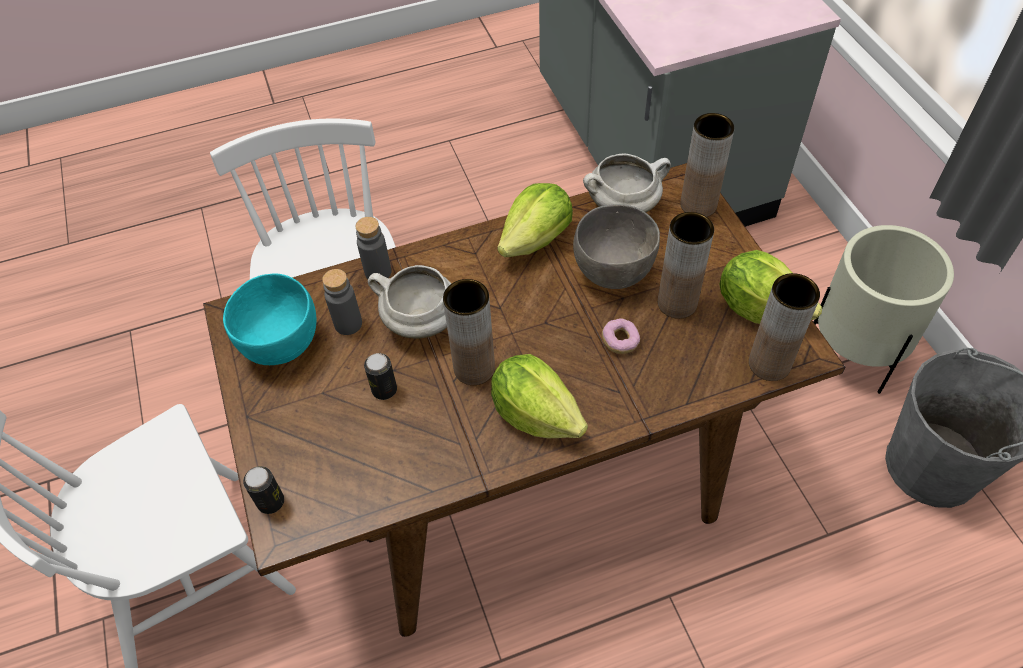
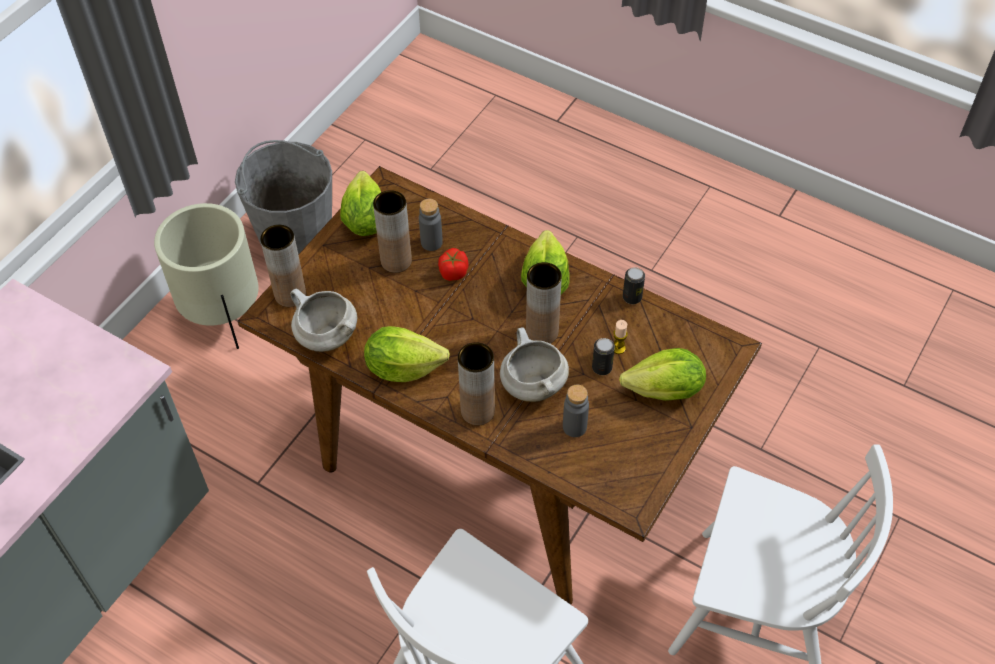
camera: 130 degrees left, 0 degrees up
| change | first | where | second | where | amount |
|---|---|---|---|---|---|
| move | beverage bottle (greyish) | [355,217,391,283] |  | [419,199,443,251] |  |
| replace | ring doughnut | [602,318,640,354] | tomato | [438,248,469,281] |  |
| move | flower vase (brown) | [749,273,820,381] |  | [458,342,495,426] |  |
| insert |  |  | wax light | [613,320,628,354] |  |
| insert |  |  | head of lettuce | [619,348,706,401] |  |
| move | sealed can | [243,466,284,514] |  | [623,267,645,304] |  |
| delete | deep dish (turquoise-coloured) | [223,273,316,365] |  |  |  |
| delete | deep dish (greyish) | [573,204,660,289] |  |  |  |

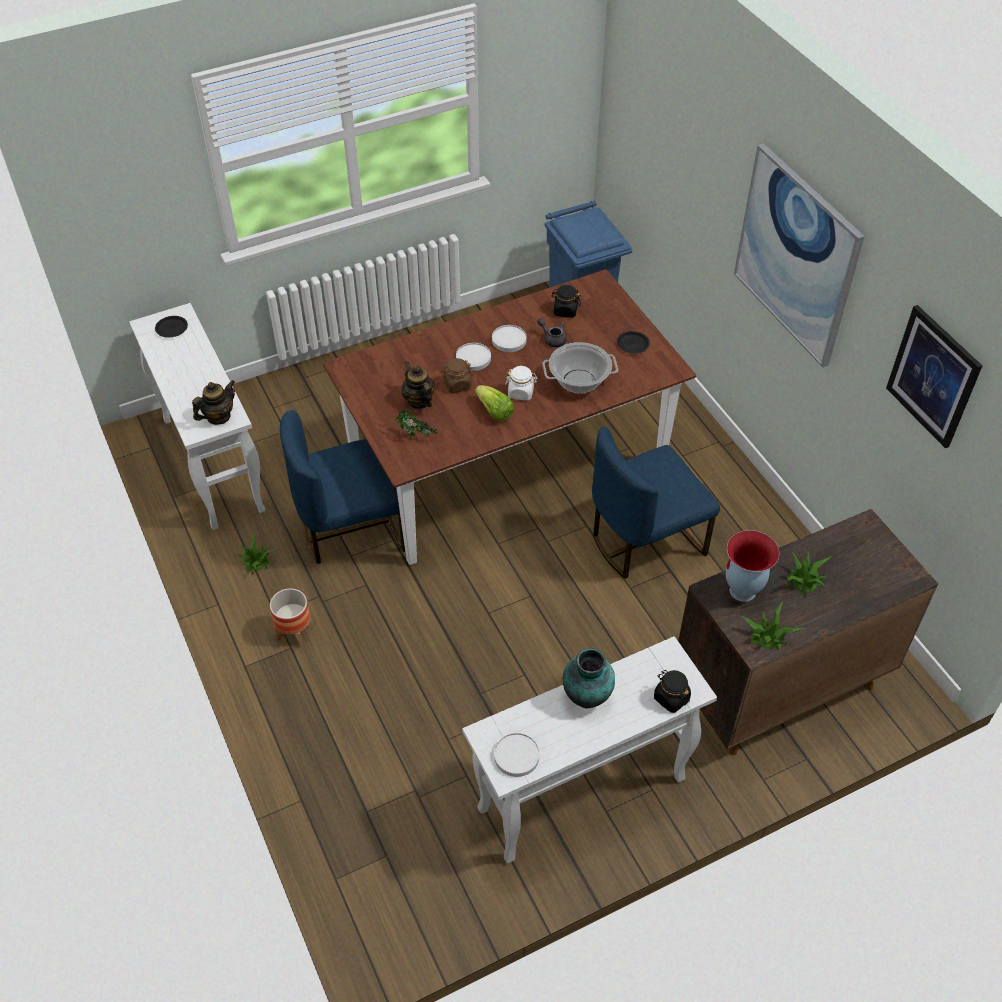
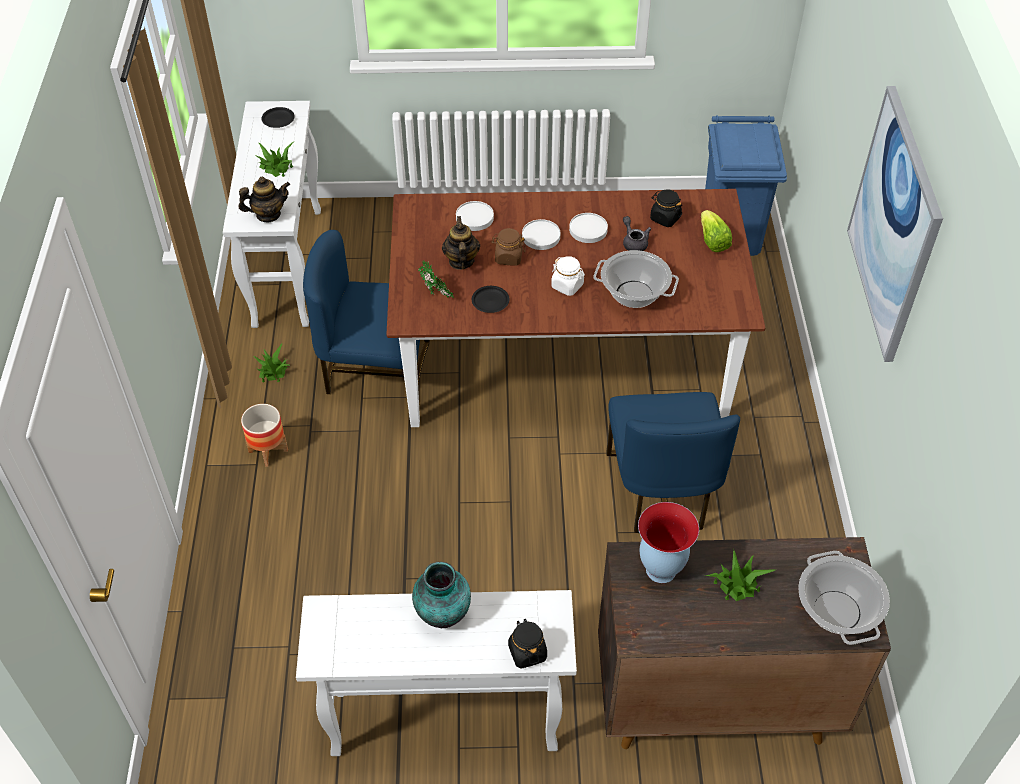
camera: 25 degrees right, 0 degrees up
| change | first | where | second | where | amount |
|---|---|---|---|---|---|
| move | houseplant | [740,601,806,650] |  | [255,141,295,177] |  |
| move | flat dish (whitish) | [494,733,540,777] |  | [456,201,494,231] |  |
| move | flat dish (blackish) | [617,331,650,354] |  | [472,286,509,313] |  |
| rotate | chair (blue-coloured) | [592,427,720,579] |  | [606,392,740,533] | 90 degrees counterclockwise |
| move | head of lettuce | [475,385,514,422] |  | [701,210,732,252] |  |
| insert |  |  | cooking pot | [798,551,890,645] |  |
| delete | wall art | [886,305,982,448] |  |  |  |

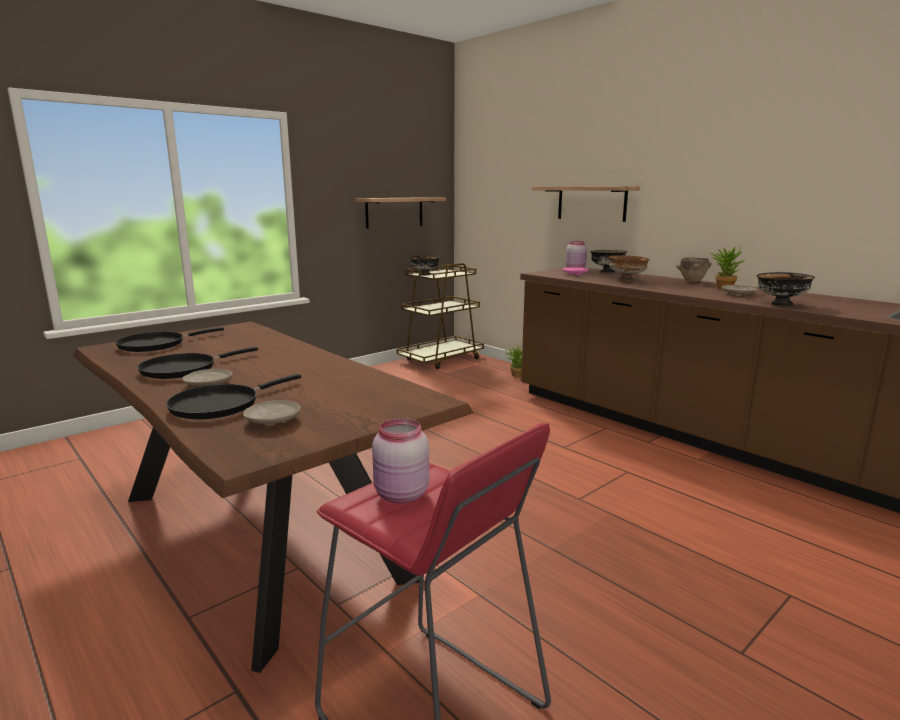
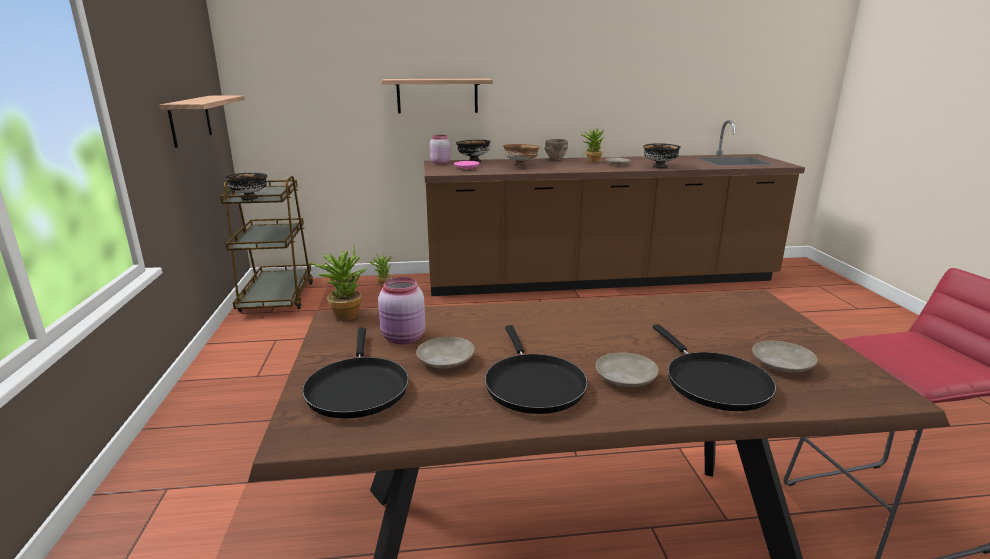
camera: 55 degrees left, 5 degrees up
| change | first | where | second | where | amount |
|---|---|---|---|---|---|
| insert |  |  | houseplant | [309,247,367,321] |  |
| move | storage jar (pinkish) | [372,418,429,503] |  | [378,277,425,344] |  |
| insert |  |  | flat dish (beige-coloured) | [416,337,475,369] |  |

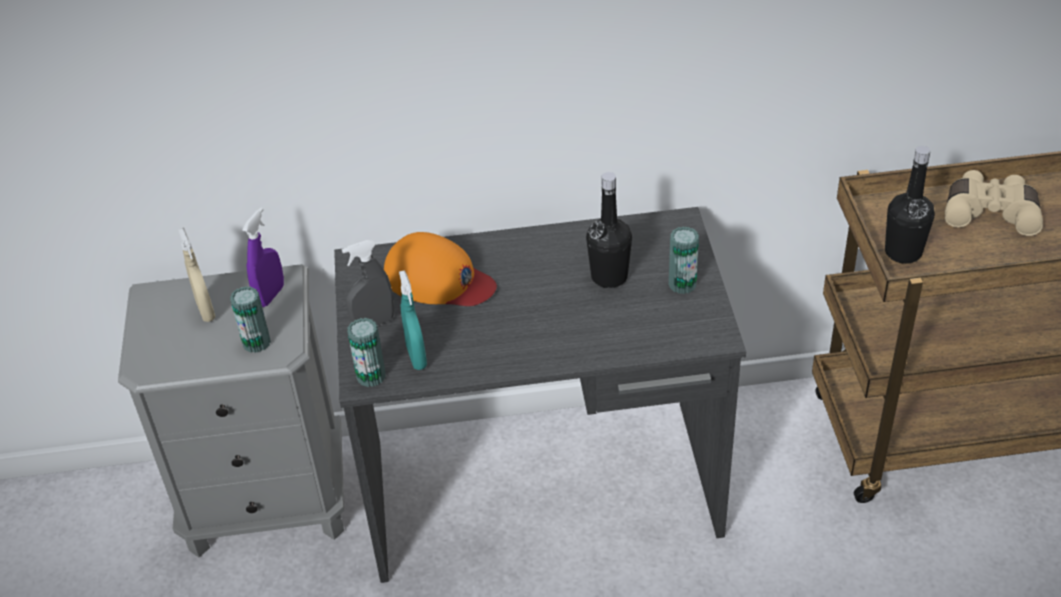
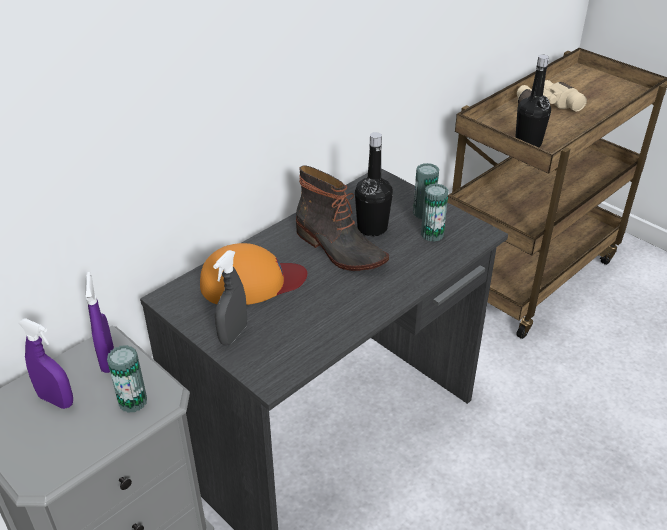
camera: 40 degrees left, 5 degrees down
| change | first | where | second | where | amount |
|---|---|---|---|---|---|
| recolor | spray bottle (beige-coloured) | [178,228,216,322] | spray bottle (purple-coloured) | [18,318,73,409] |  |
| insert |  |  | boot | [296,165,389,271] |  |
| move | sealed can | [347,318,386,387] |  | [421,184,449,242] |  |
| delete | spray bottle (turquoise-coloured) | [399,270,427,370] |  |  |  |

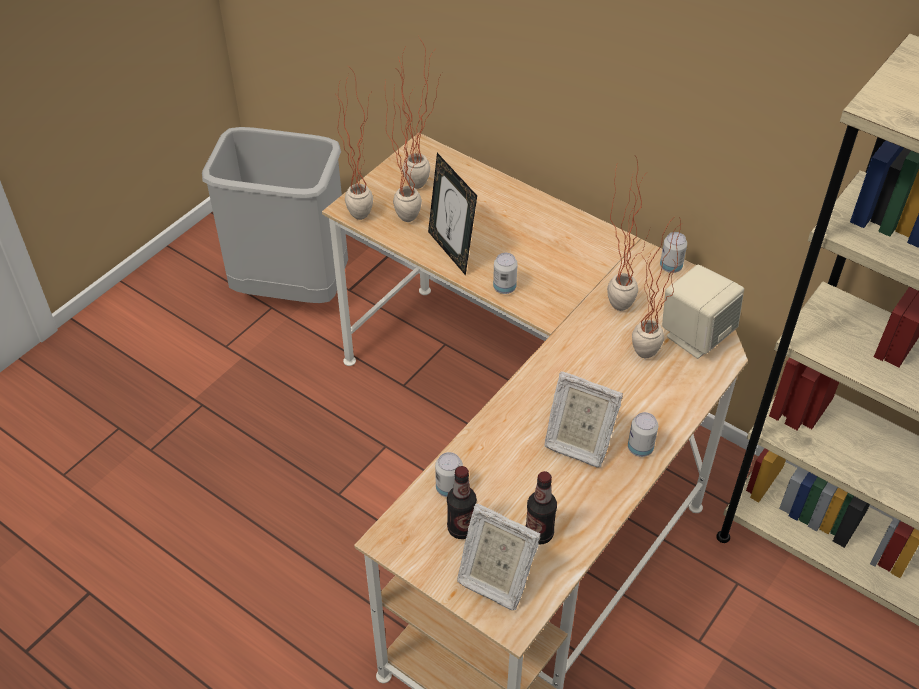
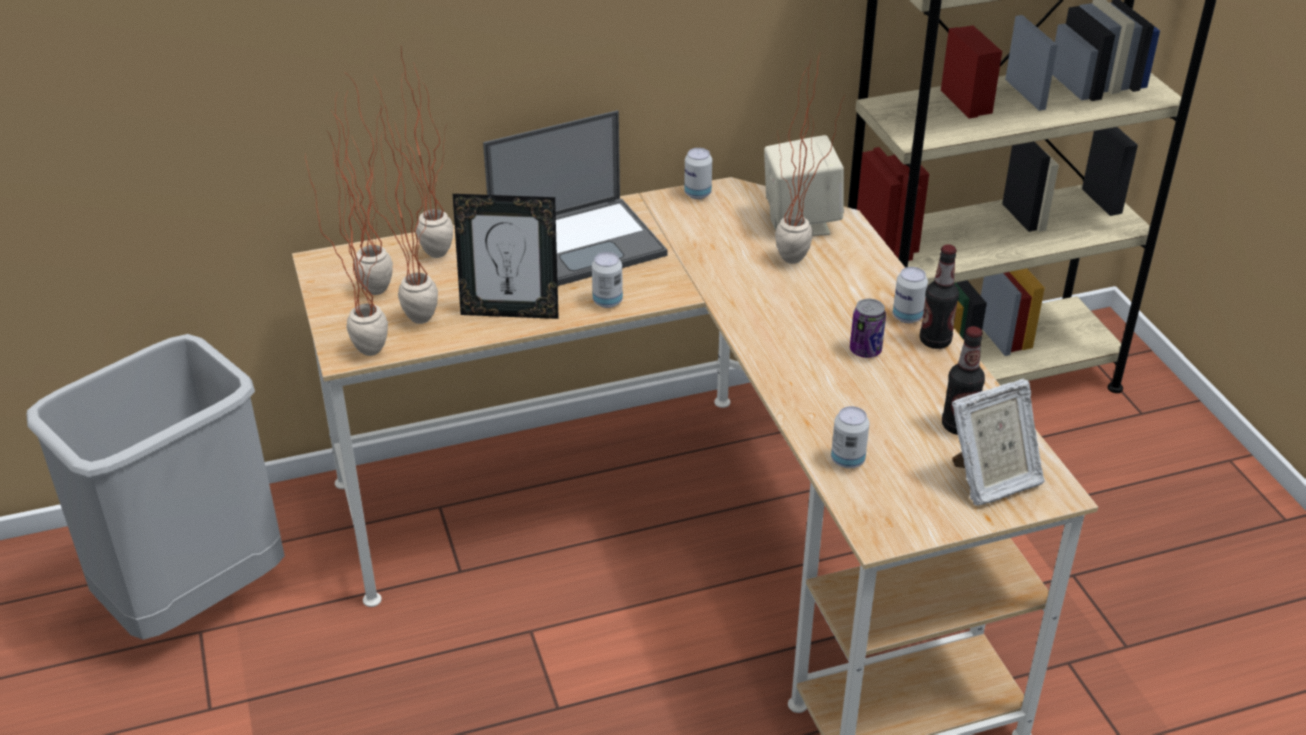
camera: 55 degrees left, 10 degrees down
| change | first | where | second | where | amount |
|---|---|---|---|---|---|
| move | houseplant | [607,157,650,311] |  | [374,46,454,258] |  |
| insert |  |  | laptop | [483,110,667,286] |  |
| replace | picture frame | [545,371,623,468] | sealed can | [850,299,886,358] |  |
| move | beverage bottle | [447,466,477,539] |  | [920,245,959,349] |  |

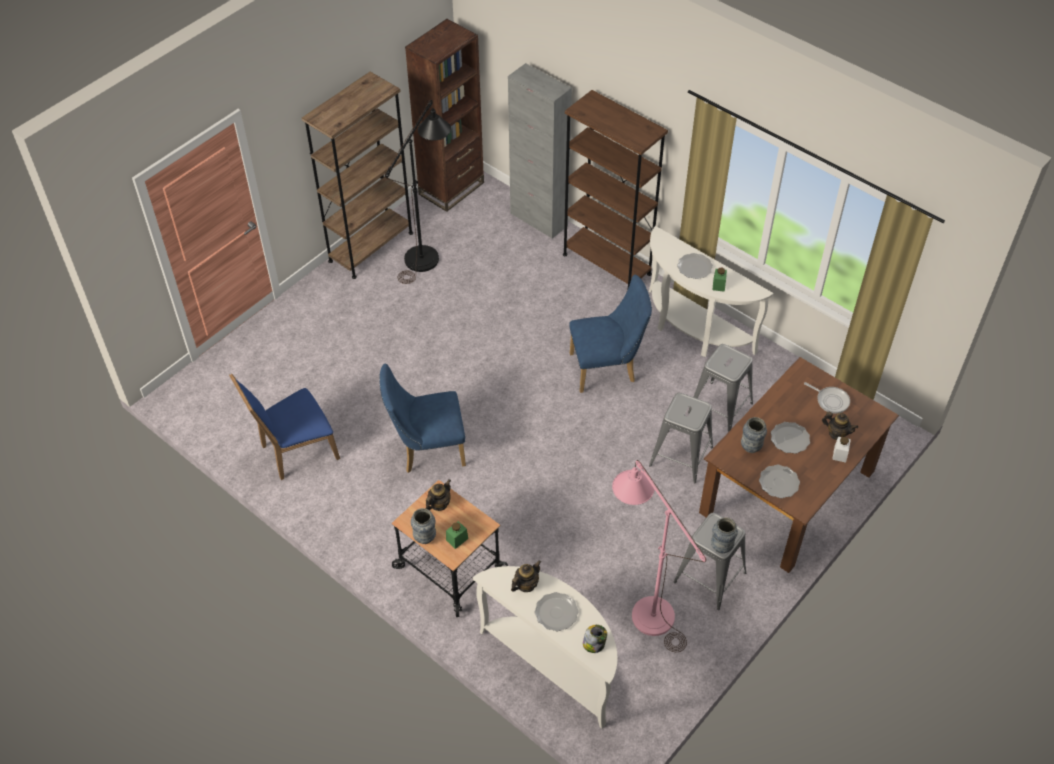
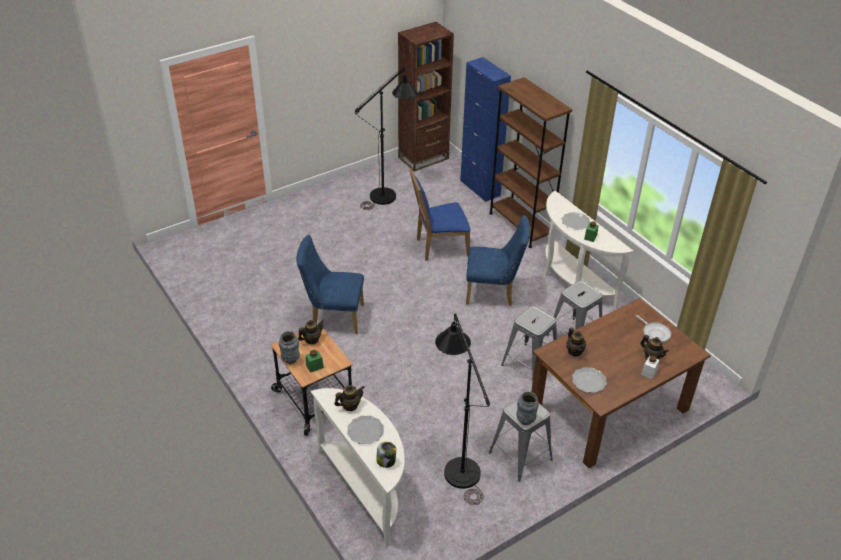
camera: 15 degrees right, 10 degrees down
| change | first | where | second | where | amount |
|---|---|---|---|---|---|
| move | chair (blue-coloured) | [229,373,340,480] |  | [409,169,470,261] |  |
| recolor | floor lamp (pinkish) | [612,460,706,652] | floor lamp (blackish) | [435,314,490,505] |  |
| recolor | cabinet (greyish) | [508,63,572,239] | cabinet (blue-coloured) | [460,57,511,202] |  |
| replace | flower vase | [741,417,767,453] | teapot | [566,327,586,356] |  |
| delete | bookcase (brown) | [302,72,413,279] |  |  |  |
| delete | flat dish | [771,422,810,454] |  |  |  |

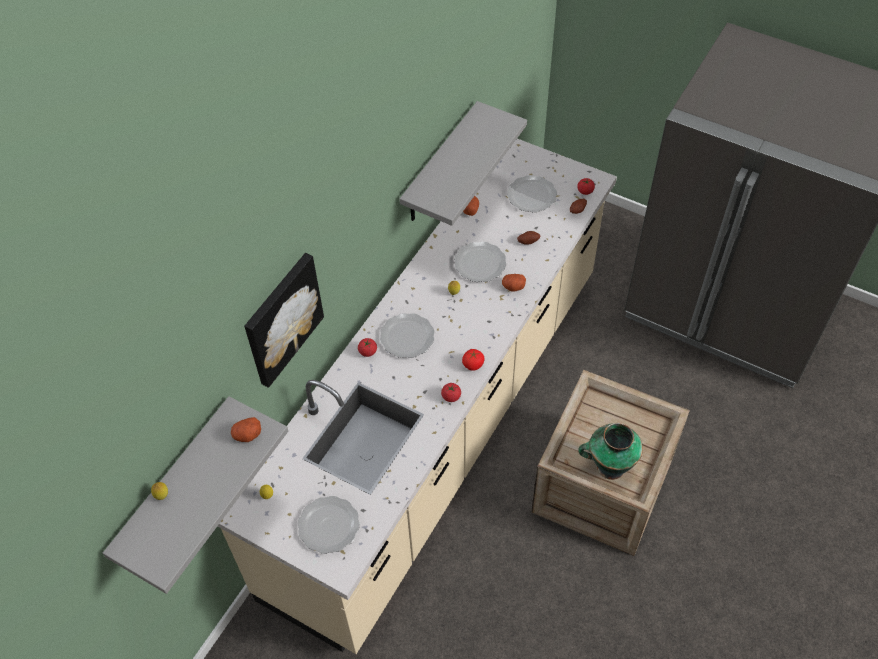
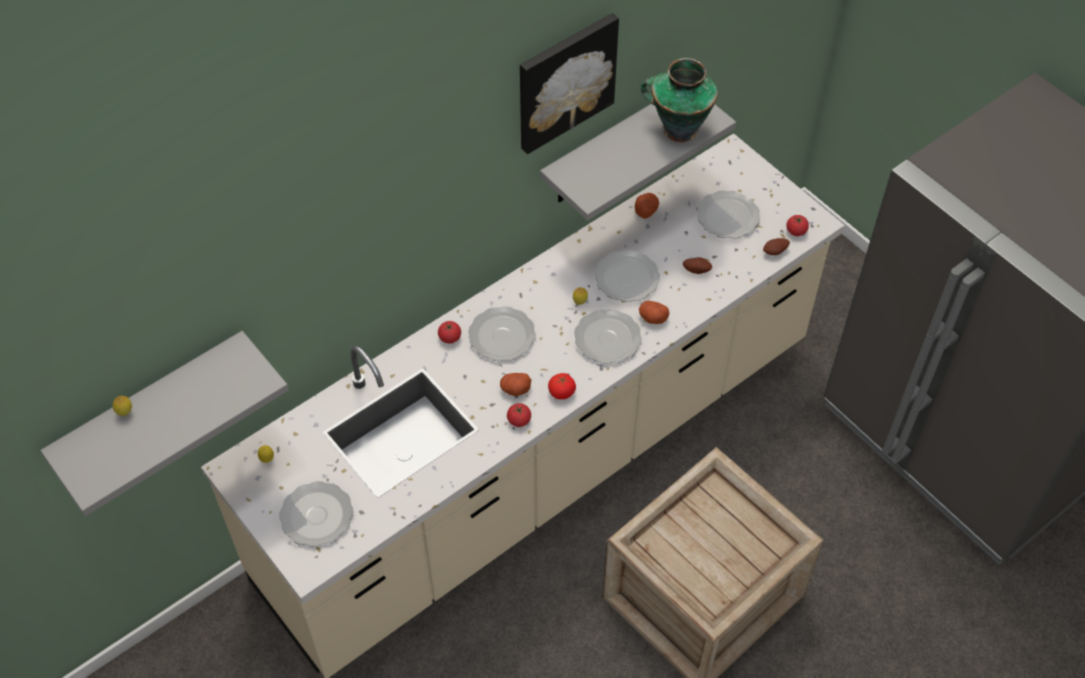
camera: 20 degrees right, 0 degrees up
| change | first | where | second | where | amount |
|---|---|---|---|---|---|
| move | spud | [231,417,261,442] |  | [500,373,531,396] |  |
| move | wall art | [244,253,324,388] |  | [520,13,619,154] |  |
| insert |  |  | flat dish | [574,309,642,364] |  |
| move | flower vase | [578,423,643,480] |  | [641,58,718,143] |  |

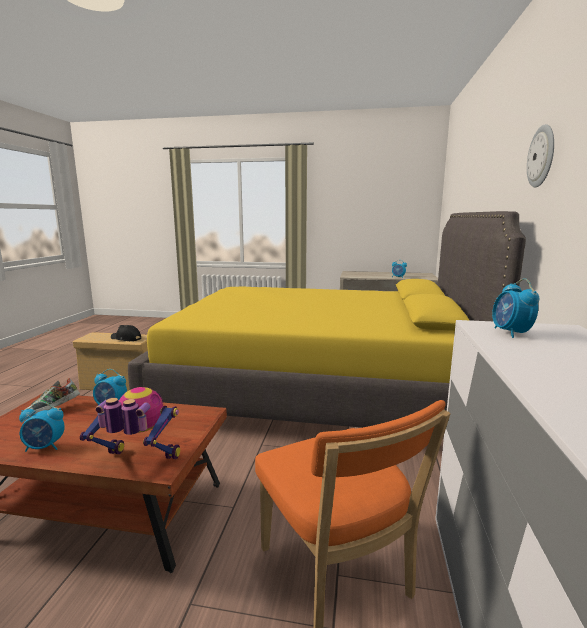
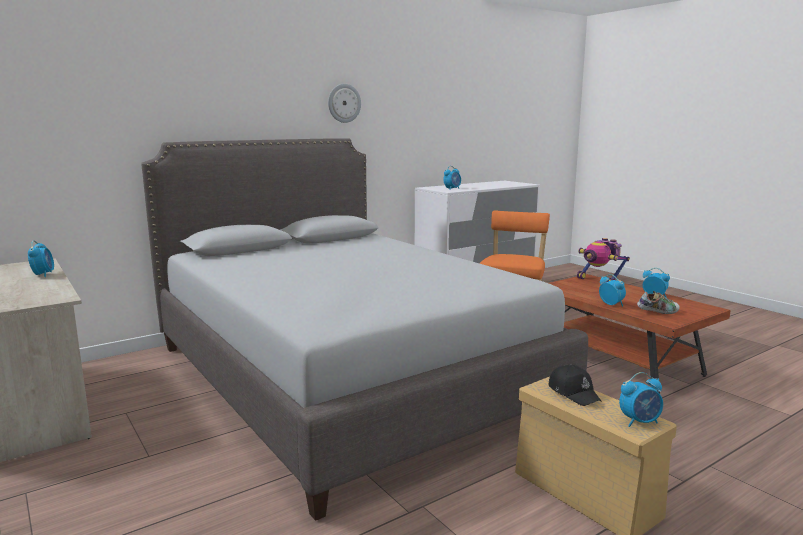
camera: 135 degrees left, 0 degrees up
| change | first | where | second | where | amount |
|---|---|---|---|---|---|
| recolor | sleeping bed (yellowish) | [128,211,526,428] | sleeping bed (greyish) | [141,139,588,521] |  |
| insert |  |  | bedside clock | [619,372,663,427] |  |

